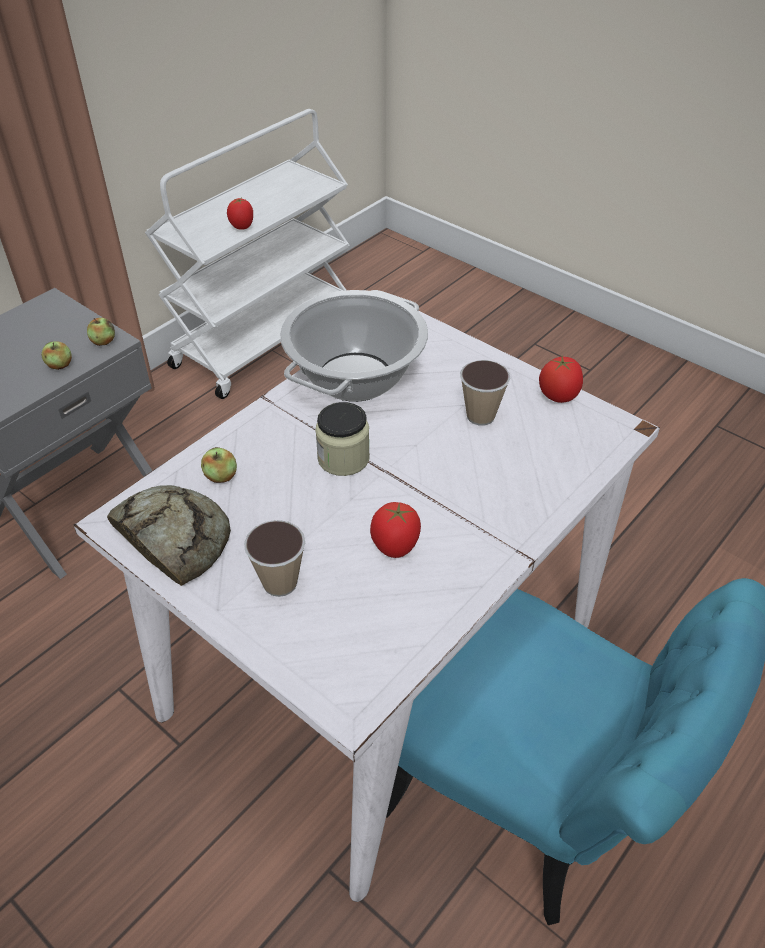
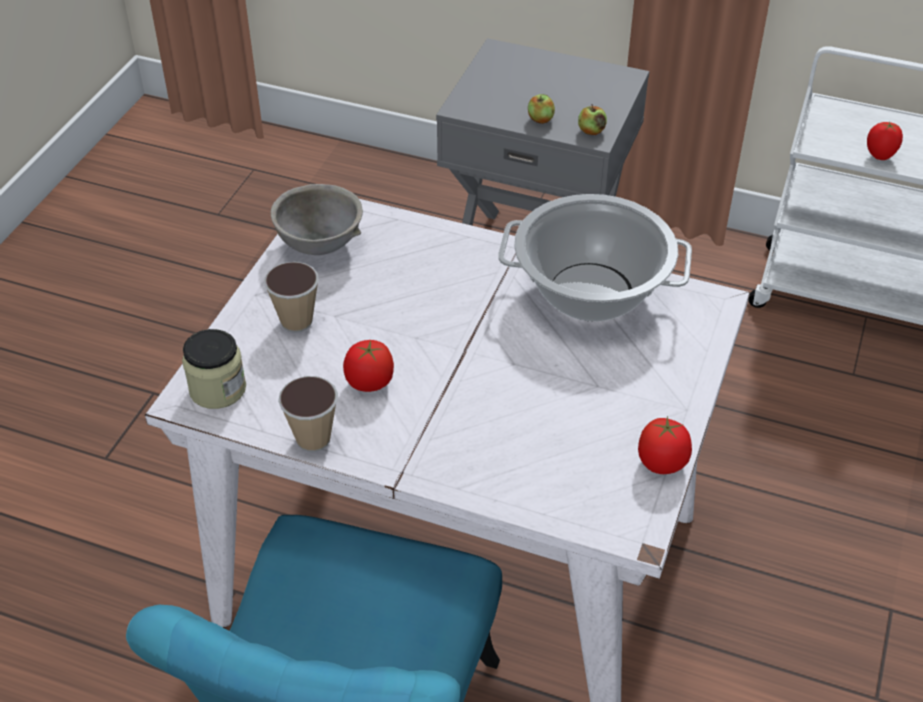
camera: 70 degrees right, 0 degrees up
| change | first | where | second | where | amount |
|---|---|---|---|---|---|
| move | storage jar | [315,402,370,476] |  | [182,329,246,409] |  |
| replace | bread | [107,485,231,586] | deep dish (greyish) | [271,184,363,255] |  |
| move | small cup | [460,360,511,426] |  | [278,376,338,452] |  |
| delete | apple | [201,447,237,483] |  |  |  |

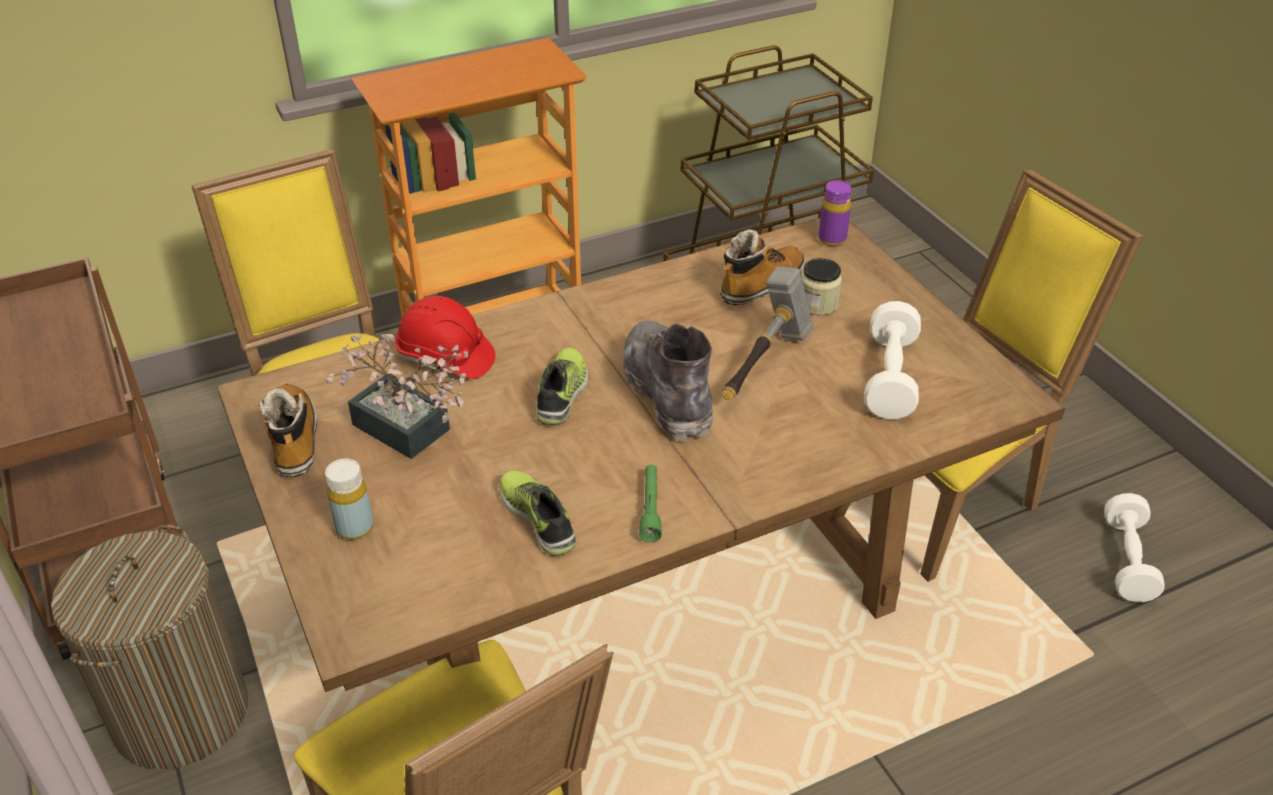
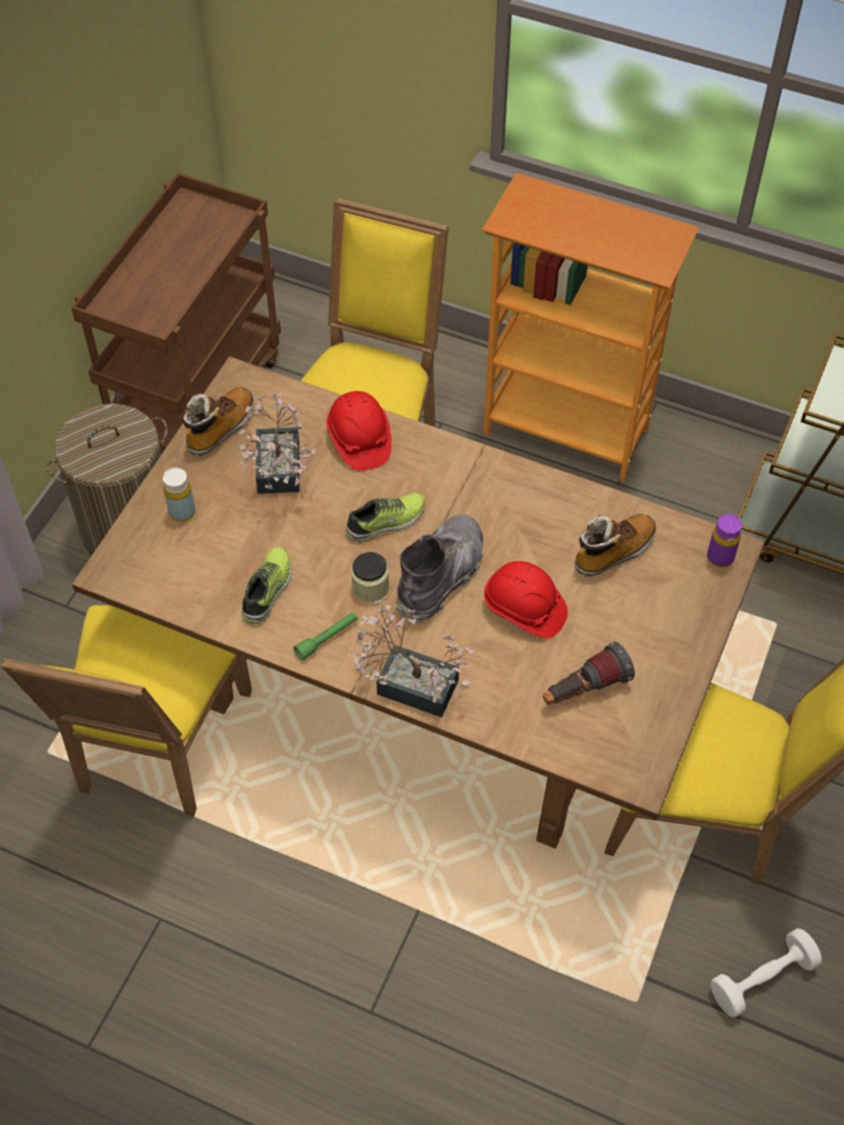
camera: 50 degrees right, 15 degrees up
| change | first | where | second | where | amount |
|---|---|---|---|---|---|
| insert |  |  | houseplant | [350,597,474,717] |  |
| move | storage jar | [801,258,842,315] |  | [351,552,389,602] |  |
| replace | tool hammer | [722,267,814,400] | work helmet (red) | [484,561,568,638] |  |
| replace | hand weight (whitish) | [864,301,921,419] | torch | [543,642,635,704] |  |
| rotate | boot | [720,229,805,305] |  | [574,514,656,576] | 45 degrees counterclockwise |

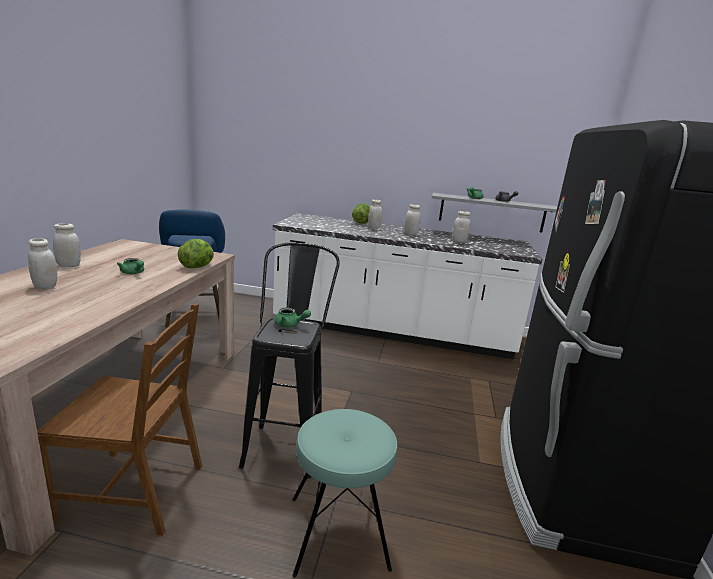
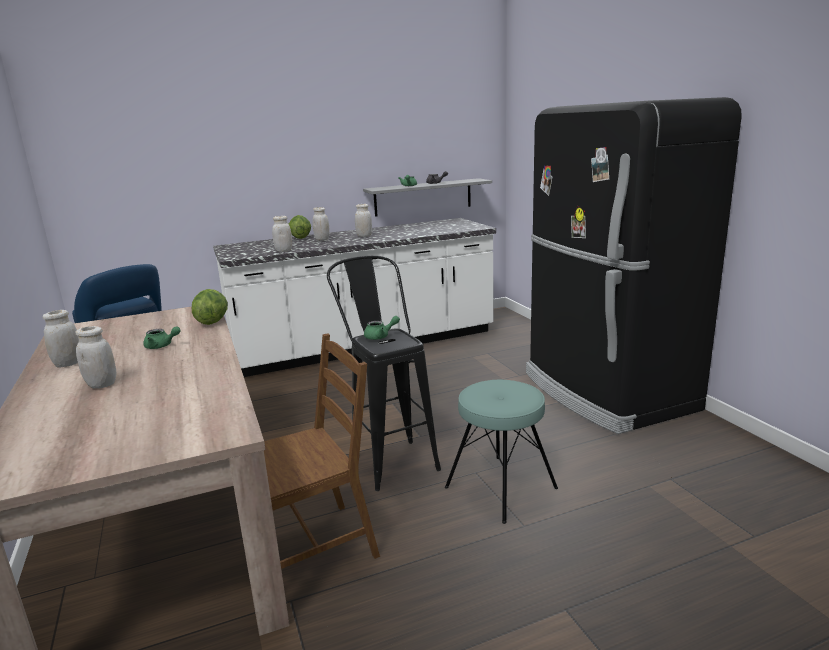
camera: 30 degrees left, 0 degrees up
| change | first | where | second | where | amount |
|---|---|---|---|---|---|
| move | storage jar (whitish) | [452,211,471,243] |  | [272,216,292,252] |  |

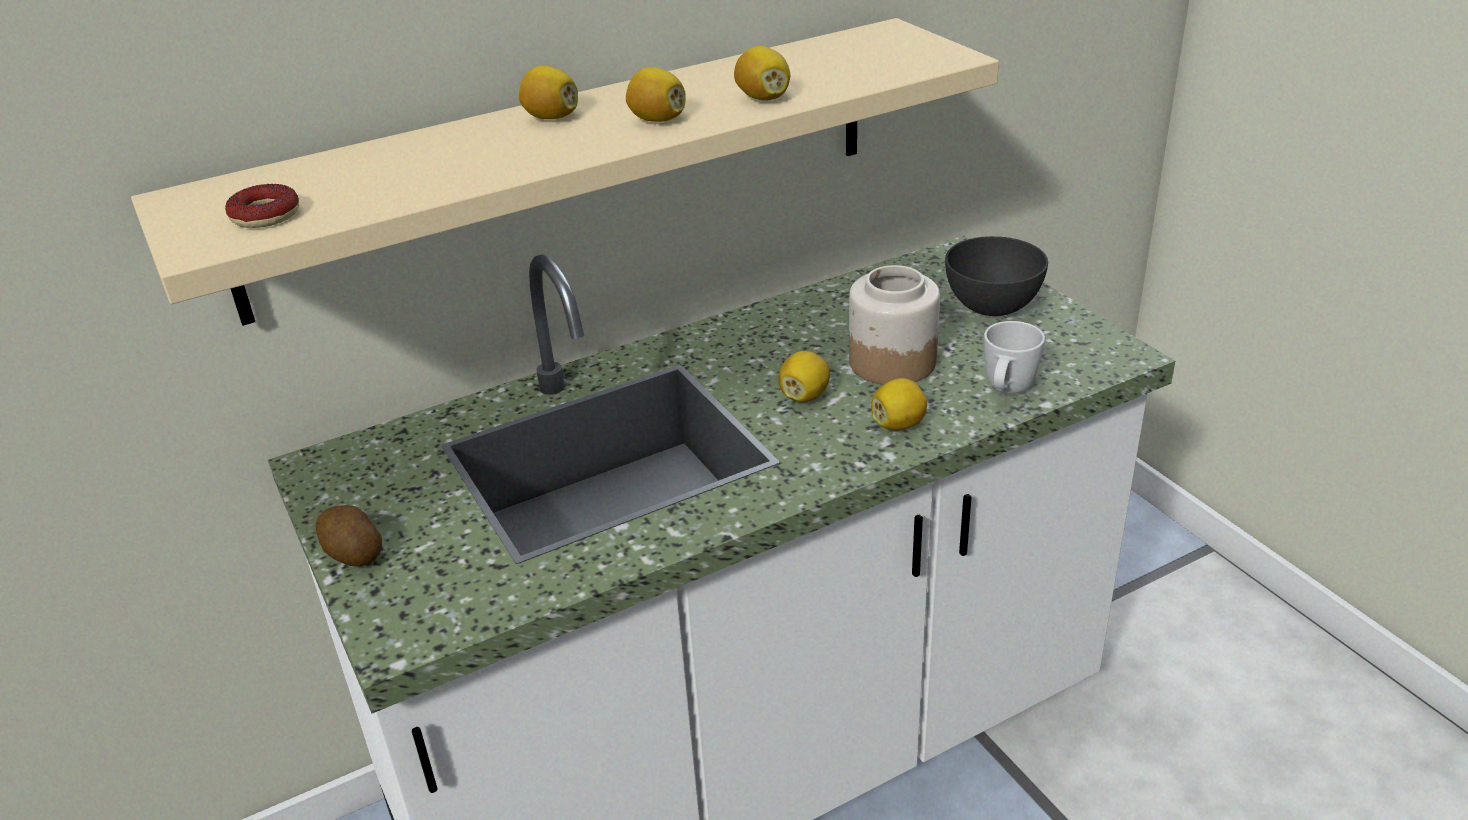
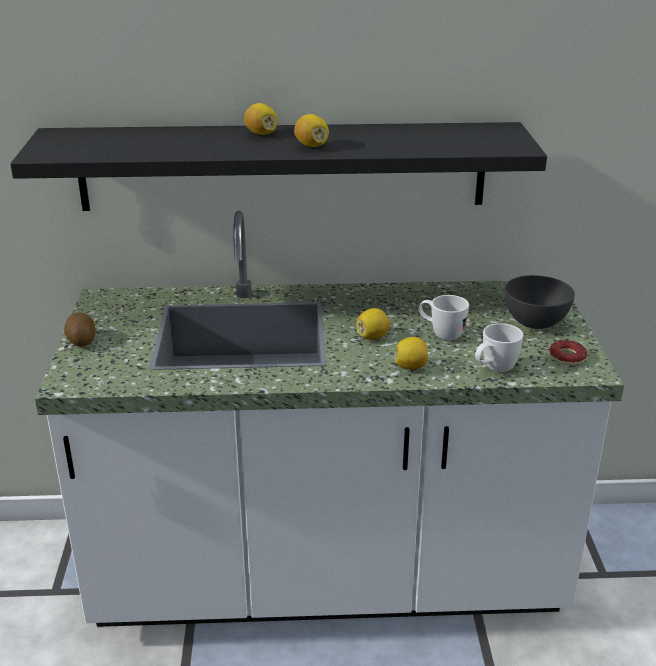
camera: 25 degrees right, 5 degrees down
| change | first | where | second | where | amount |
|---|---|---|---|---|---|
| recolor | wall shelf (beige-coloured) | [131,18,999,326] | wall shelf (blackish) | [10,122,547,211] |  |
| replace | storage jar | [849,265,940,385] | tea mug (whitish) | [419,295,469,340] |  |
| move | ring doughnut | [225,184,299,228] |  | [549,340,587,365] |  |
| delete | lemon | [734,46,790,101] |  |  |  |

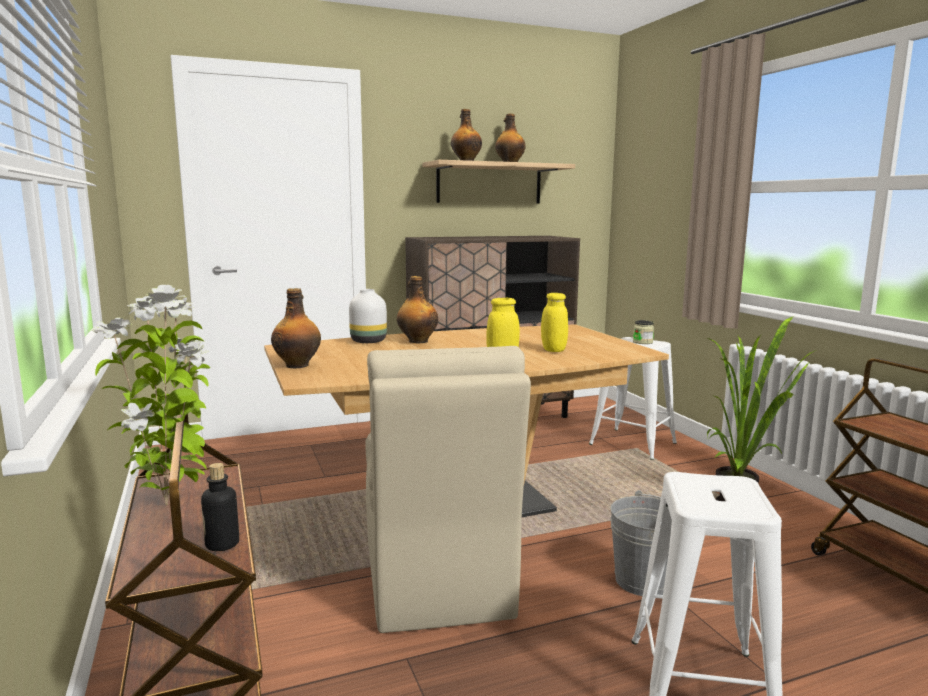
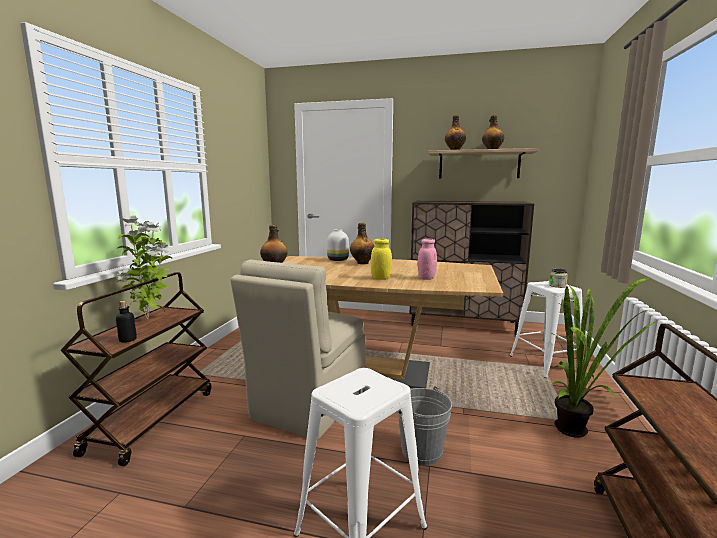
camera: 35 degrees right, 0 degrees up
| change | first | where | second | where | amount |
|---|---|---|---|---|---|
| recolor | storage jar (yellowish) | [541,293,568,352] | storage jar (pinkish) | [418,239,437,280] |  |

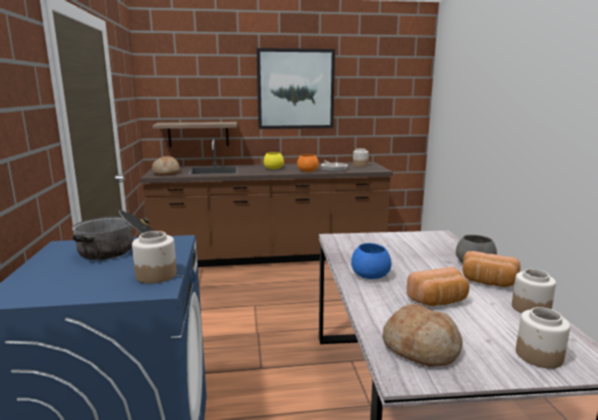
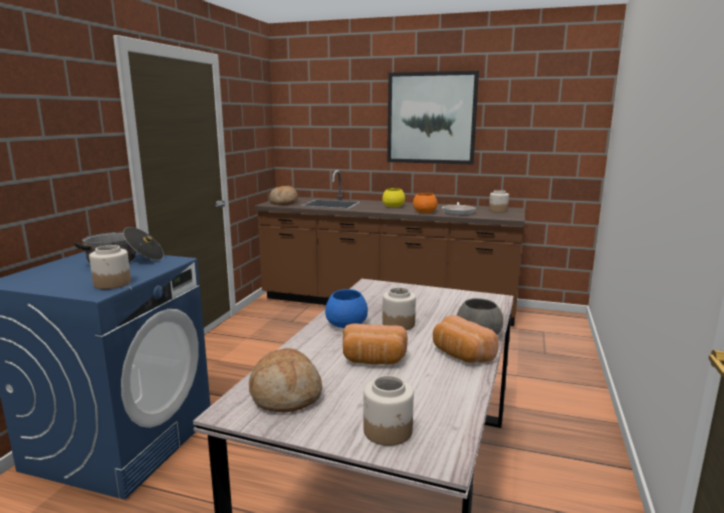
camera: 25 degrees right, 0 degrees up
| change | first | where | second | where | amount |
|---|---|---|---|---|---|
| move | storage jar | [512,269,556,313] |  | [382,287,416,330] |  |
| delete | wall shelf | [152,122,237,147] |  |  |  |

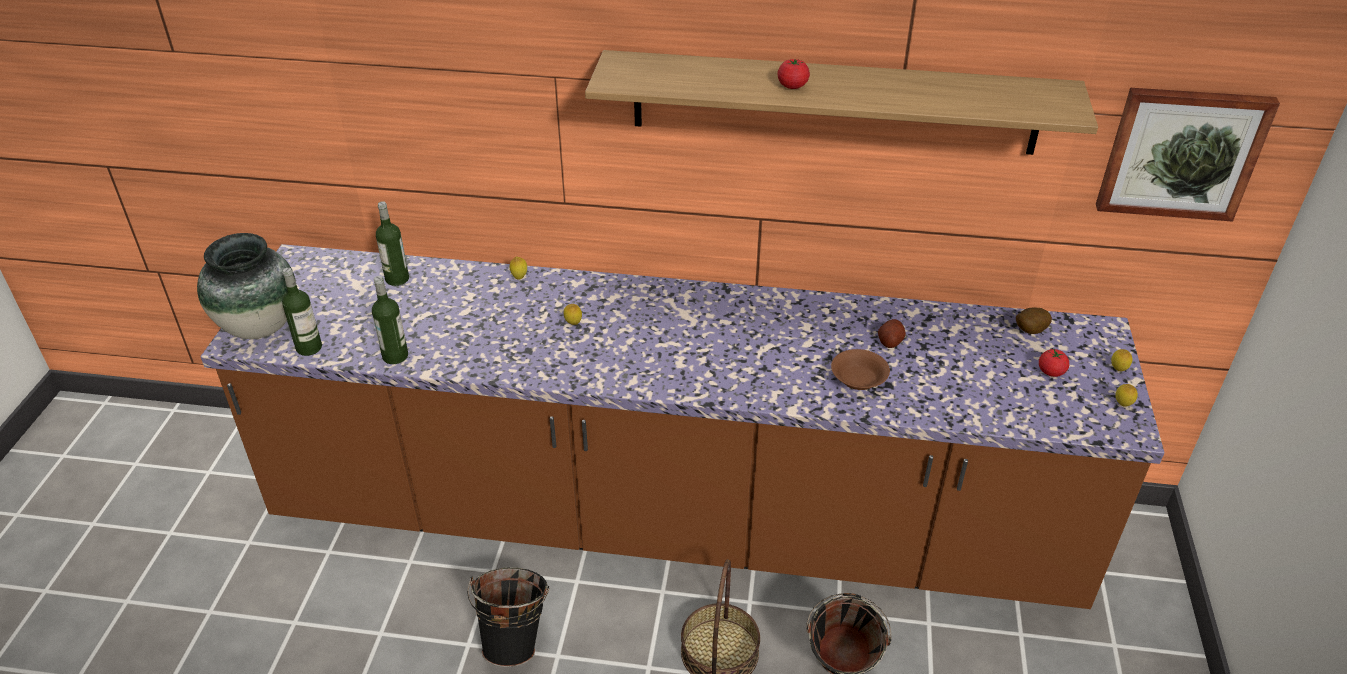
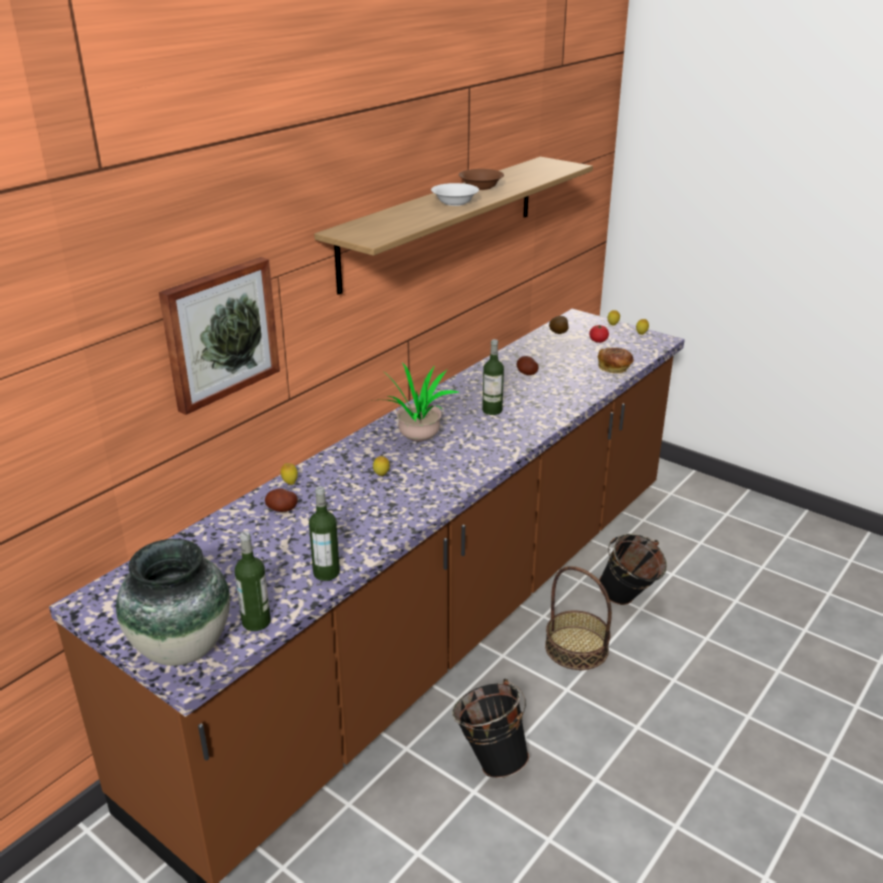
camera: 60 degrees left, 10 degrees down
| change | first | where | second | where | amount |
|---|---|---|---|---|---|
| move | wall art | [1096,88,1280,222] |  | [159,257,280,415] |  |
| insert |  |  | spud | [265,488,298,512] |  |
| insert |  |  | houseplant | [371,362,459,442] |  |
| replace | tomato | [777,59,810,89] | deep dish (whitish) | [431,183,479,206] |  |
| move | deep dish (brown) | [831,349,890,390] |  | [459,169,504,190] |  |
| move | beverage bottle | [376,201,409,286] |  | [482,339,504,415] |  |
| insert |  |  | bread | [598,348,634,373] |  |

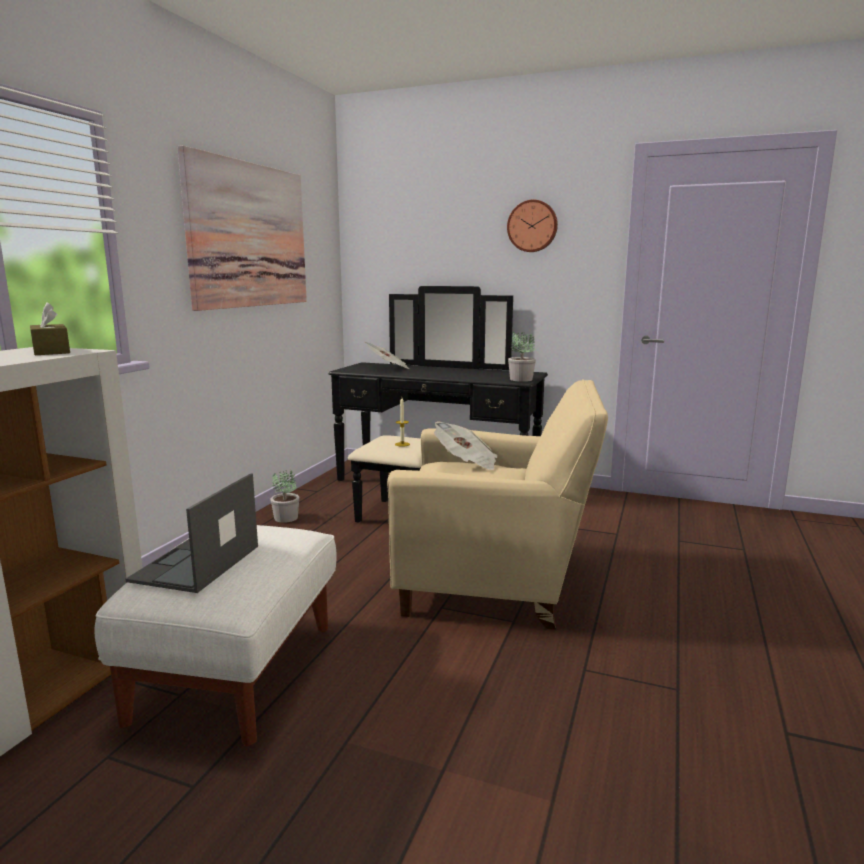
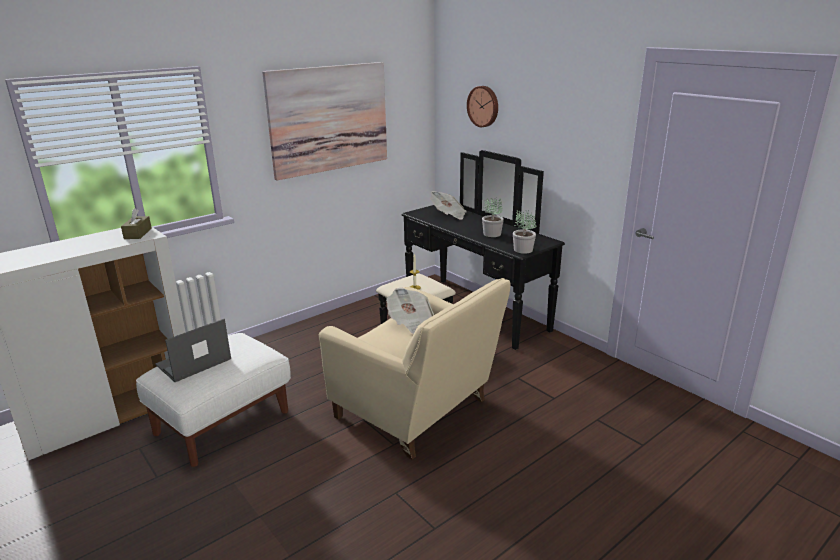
camera: 30 degrees right, 10 degrees up
| change | first | where | second | where | amount |
|---|---|---|---|---|---|
| move | clock on the wall | [507,200,558,252] |  | [467,86,498,127] |  |
| move | houseplant | [270,471,299,523] |  | [482,197,504,237] |  |

